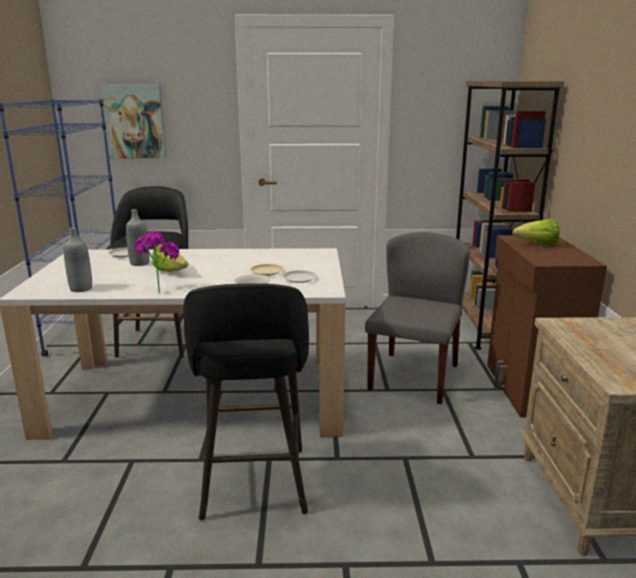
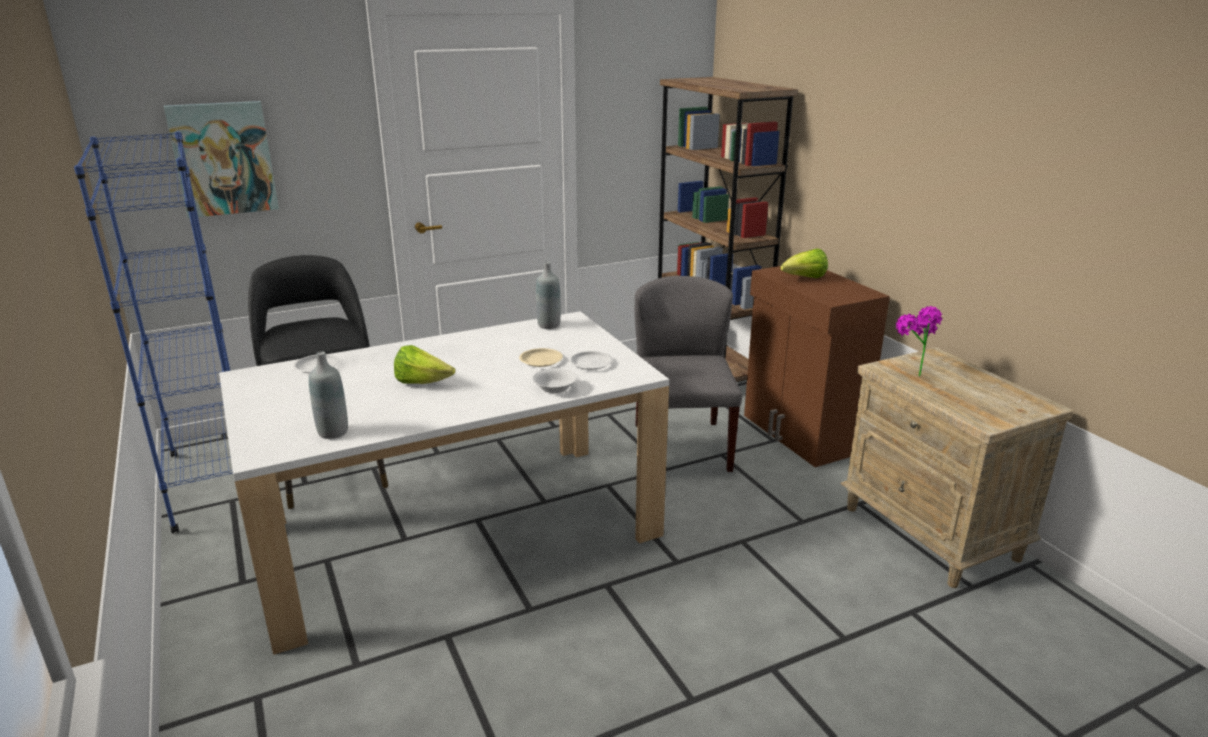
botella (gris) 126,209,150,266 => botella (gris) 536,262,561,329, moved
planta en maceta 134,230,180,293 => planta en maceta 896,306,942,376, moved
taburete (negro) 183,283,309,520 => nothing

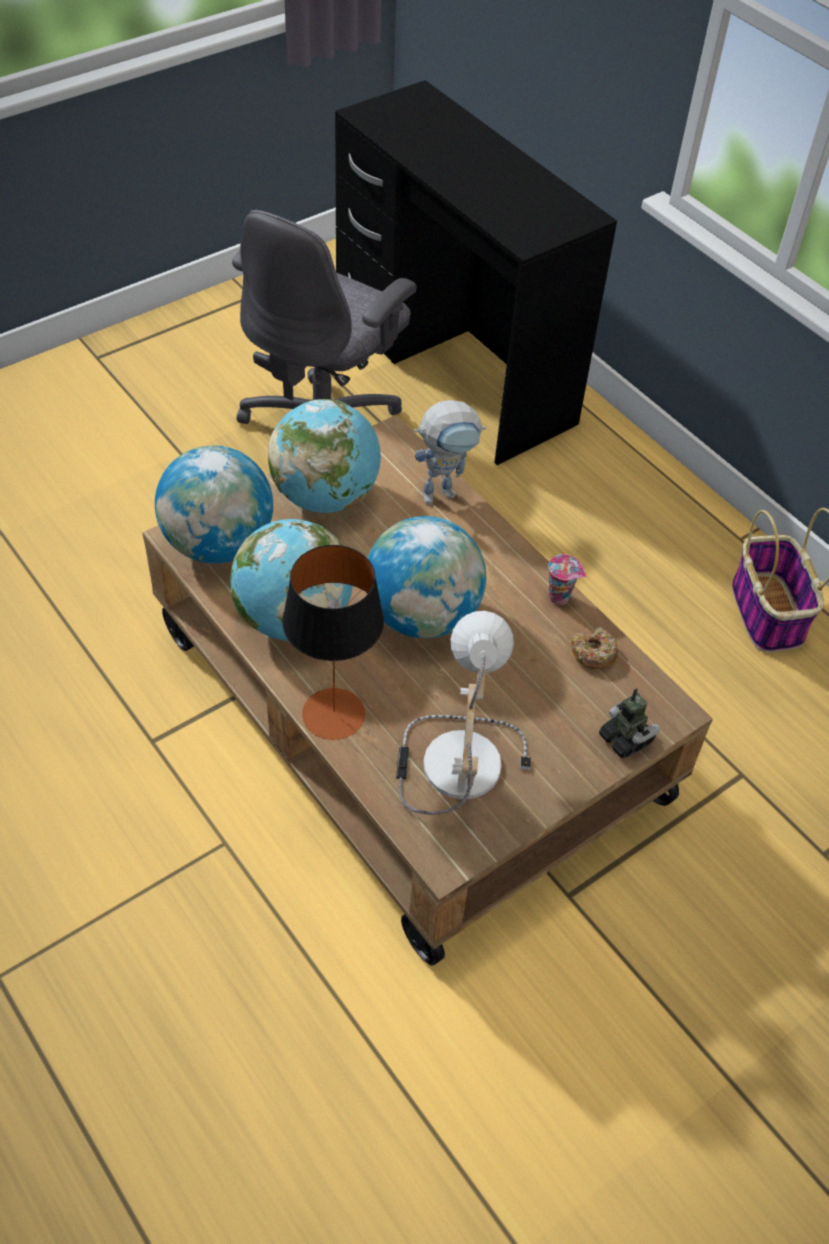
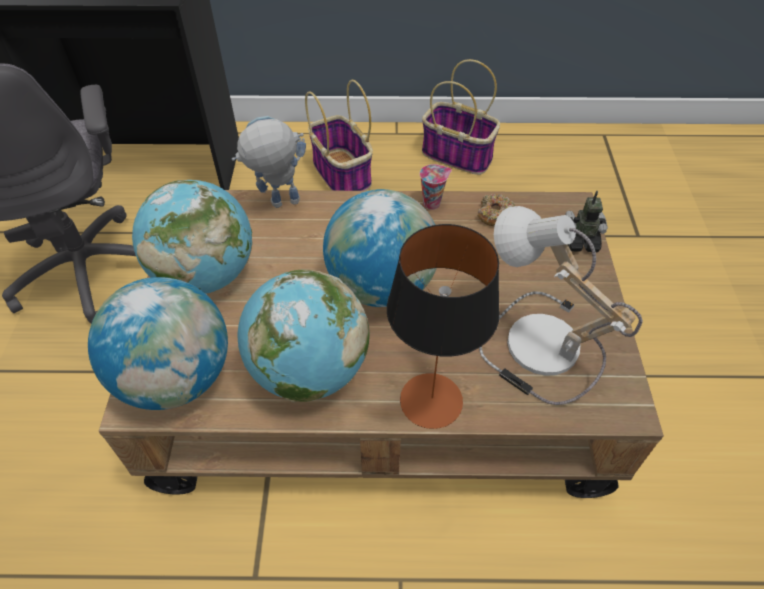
robot de juguete 414,400,486,505 => robot de juguete 232,116,306,208, 120 degrees counterclockwise
nothing => cesta 305,80,373,191

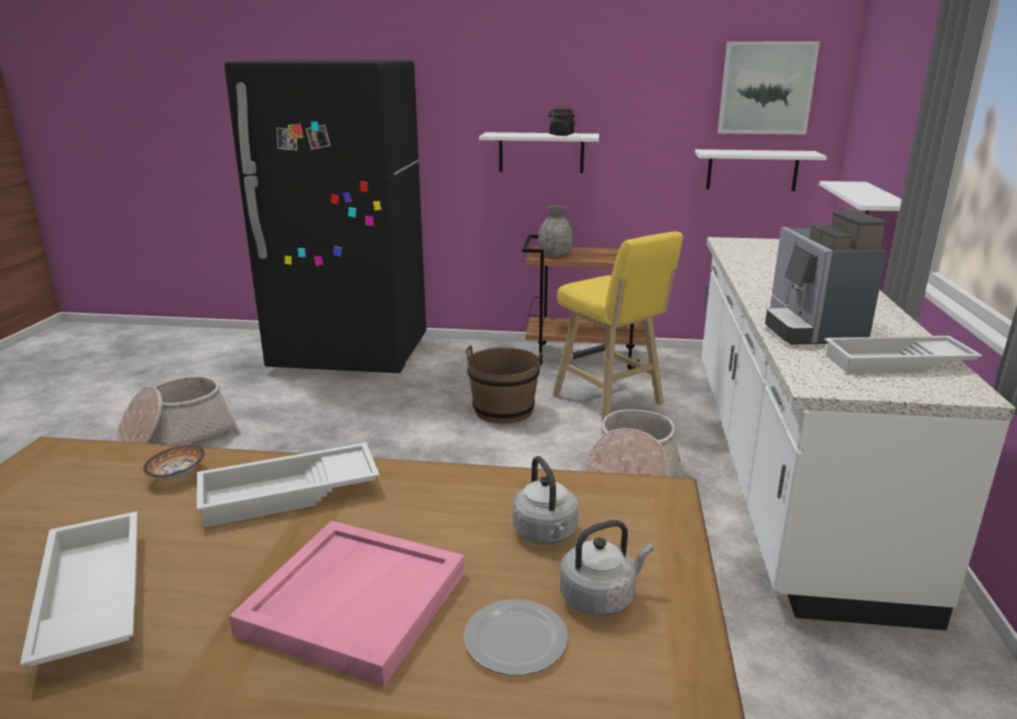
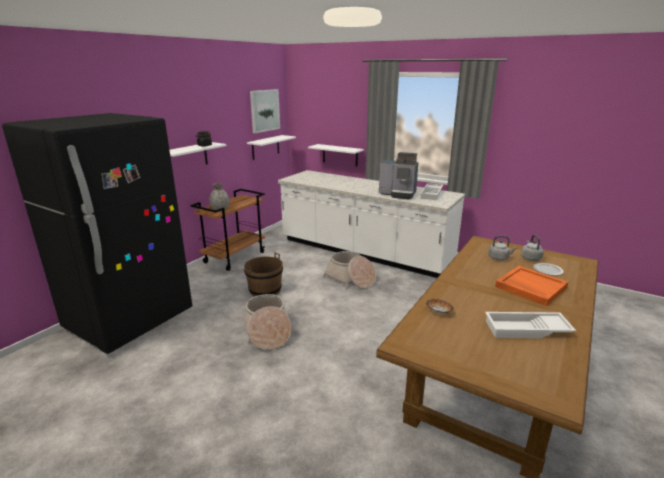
cesta 117,376,241,446 => cesta 243,294,291,350, moved
bandeja (rosa) 229,521,465,687 => bandeja (naranja) 495,266,568,306
bandeja (blanco) 197,443,380,527 => nothing
taburete (amarillo) 553,232,683,421 => nothing

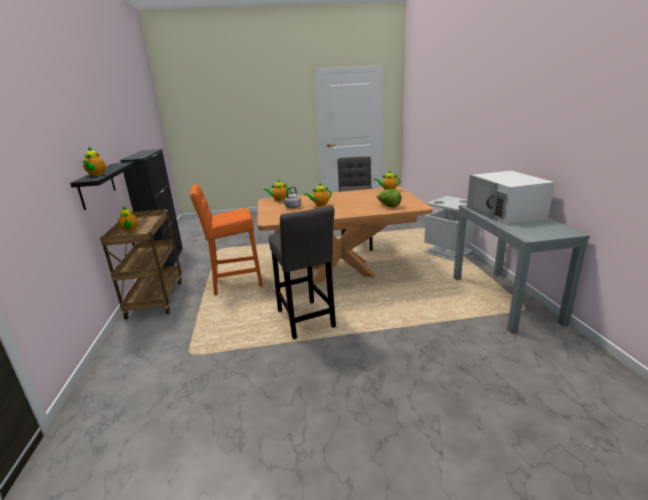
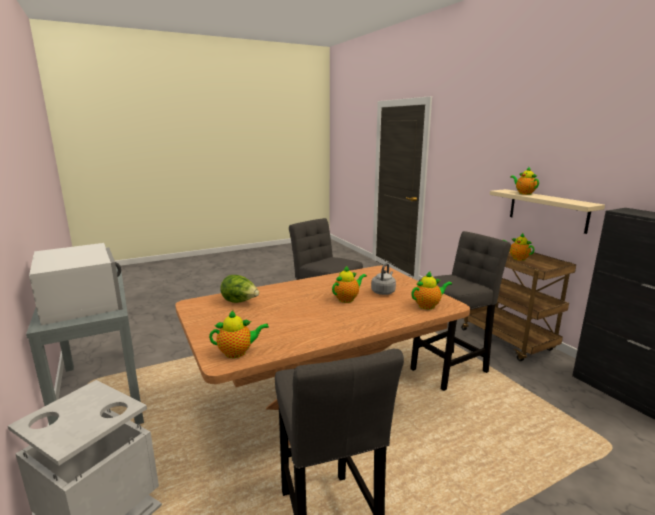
taburete (naranja) 190,184,263,295 => taburete (gris) 410,231,511,391
estante (negro) 70,162,134,210 => estante (beis) 490,189,605,234

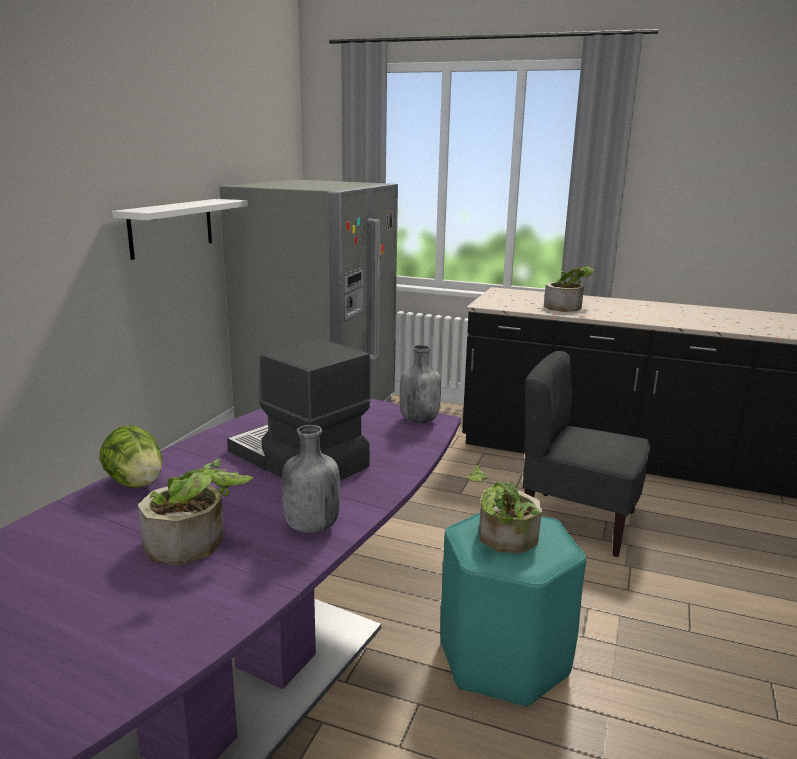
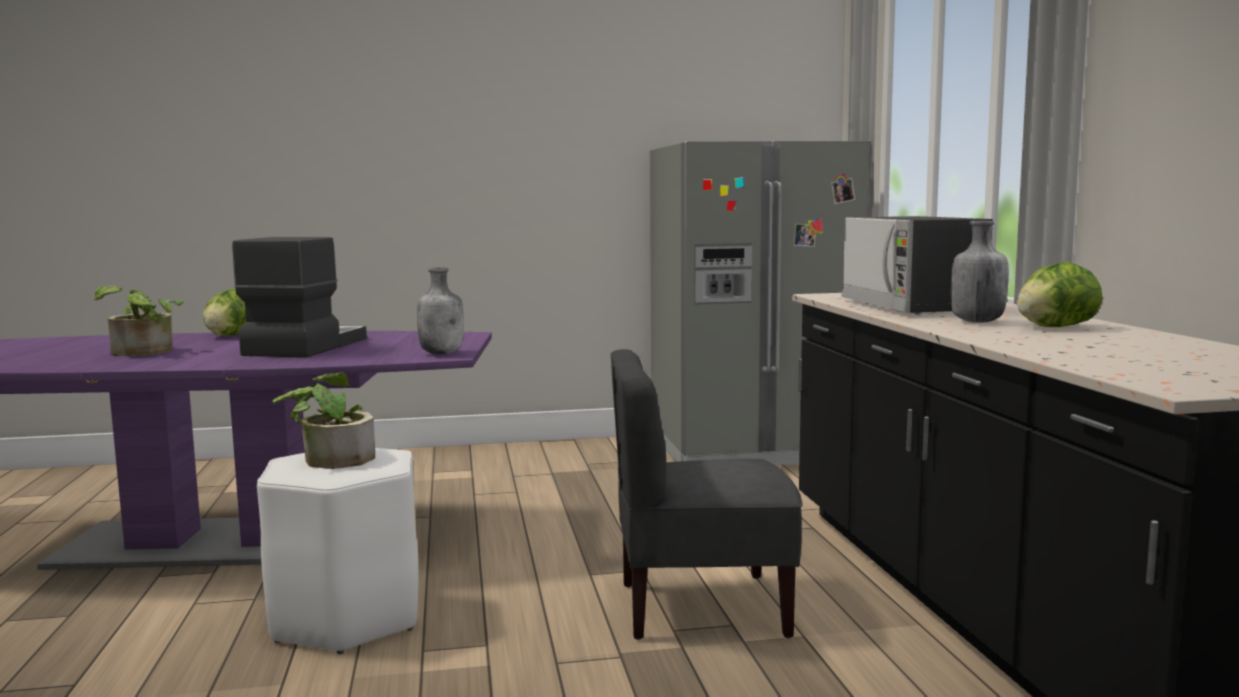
taburete (turquesa) 440,513,586,707 => taburete (blanco) 257,448,419,654
silla (gris) 523,351,650,557 => silla (gris) 611,349,803,640, 90 degrees counterclockwise
planta en maceta 544,266,594,312 => microondas 842,216,993,315
botella (gris) 282,425,340,533 => botella (gris) 951,221,1009,323, moved
nothing => lechuga 1017,262,1103,327
estante (blanco) 112,199,248,260 => nothing

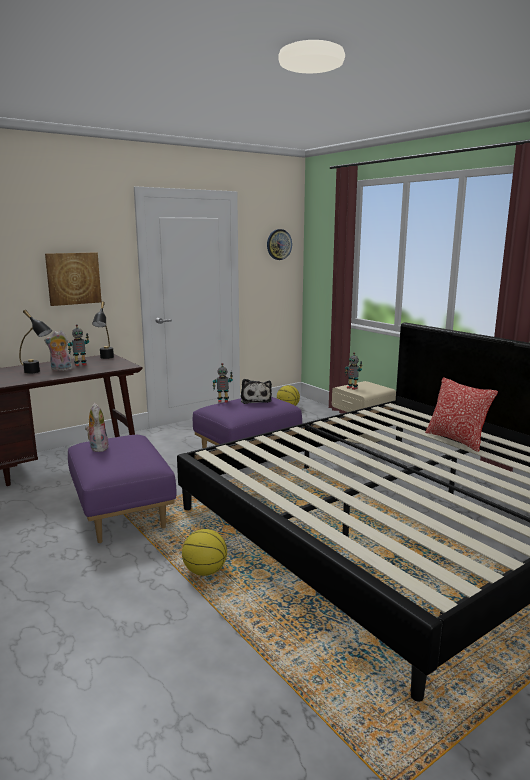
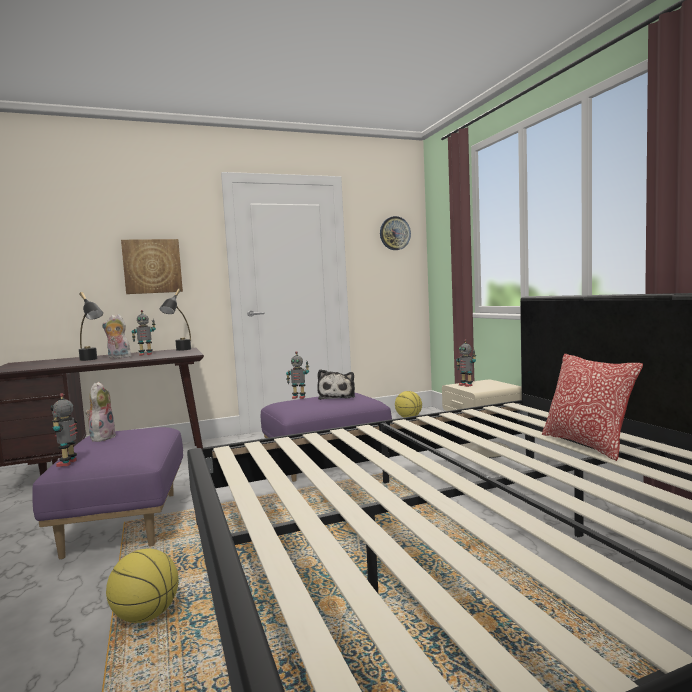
nothing => robot de juguete 51,393,78,467

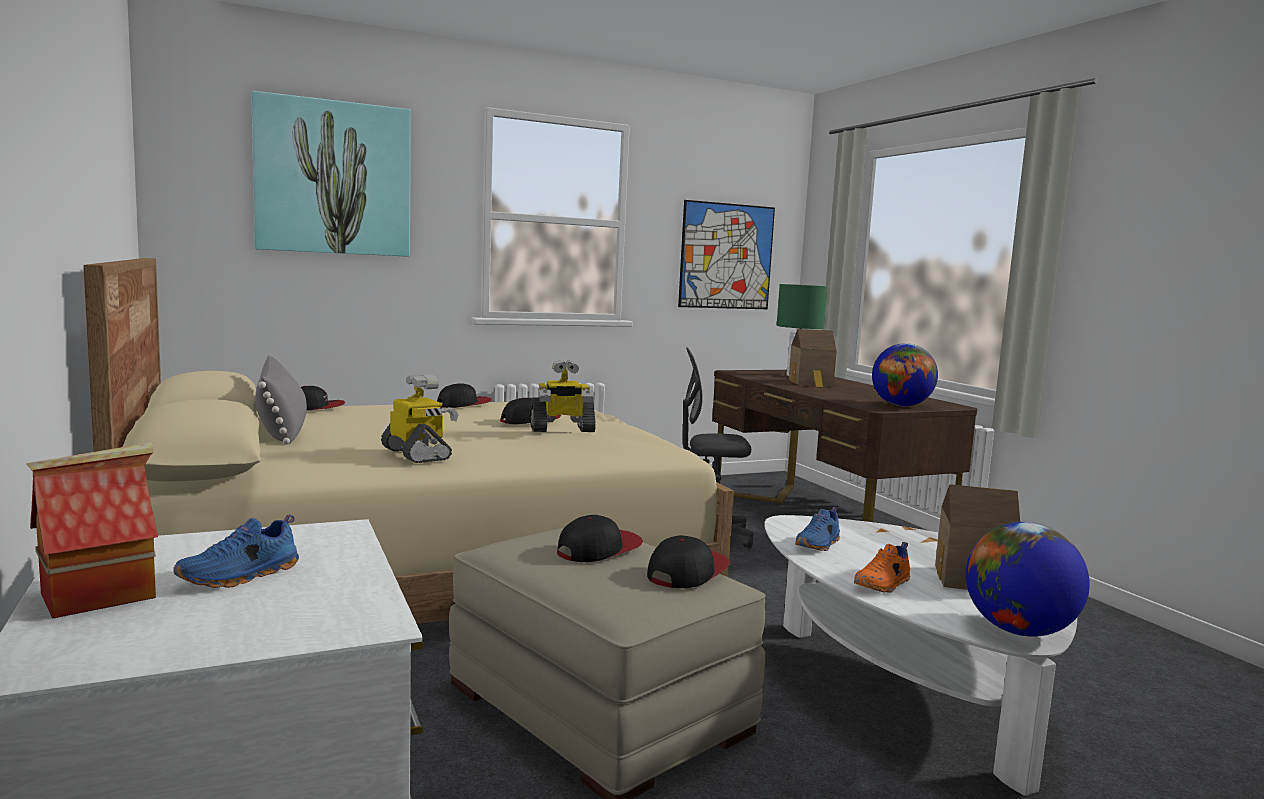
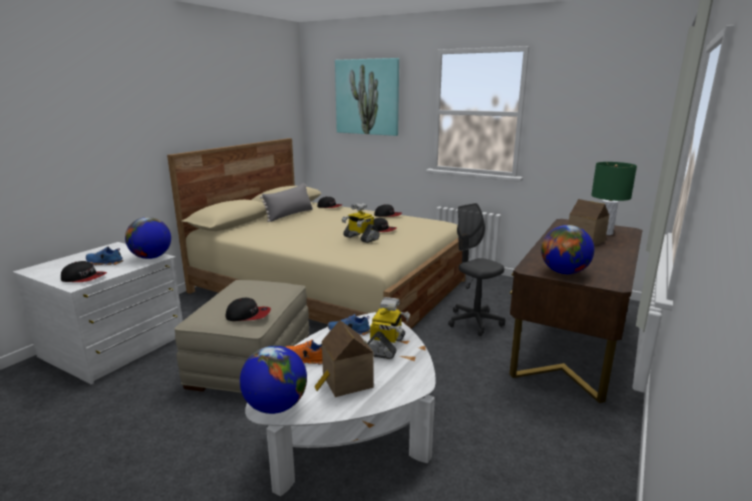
gorra 557,515,643,562 => gorra 61,261,107,282, moved
nothing => globo terráqueo 125,217,171,259
robot de juguete 381,374,458,463 => robot de juguete 367,297,410,359, moved
casita 26,442,158,619 => nothing
cuadro 678,200,775,309 => nothing

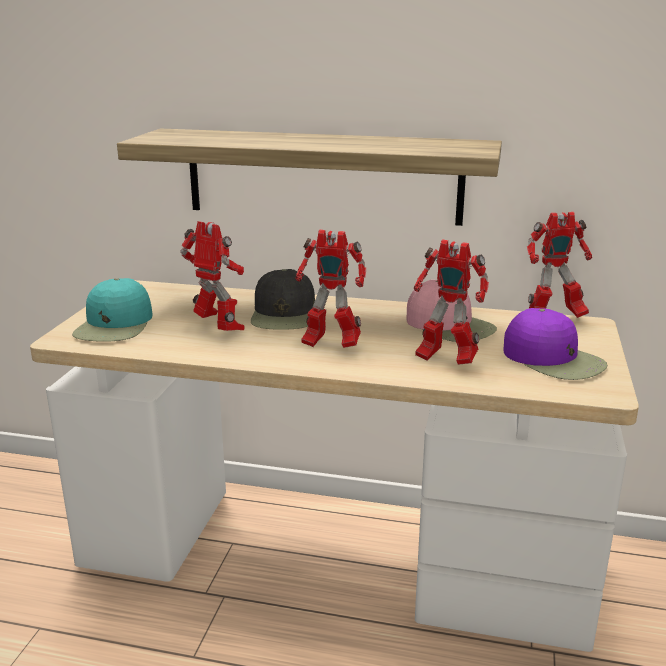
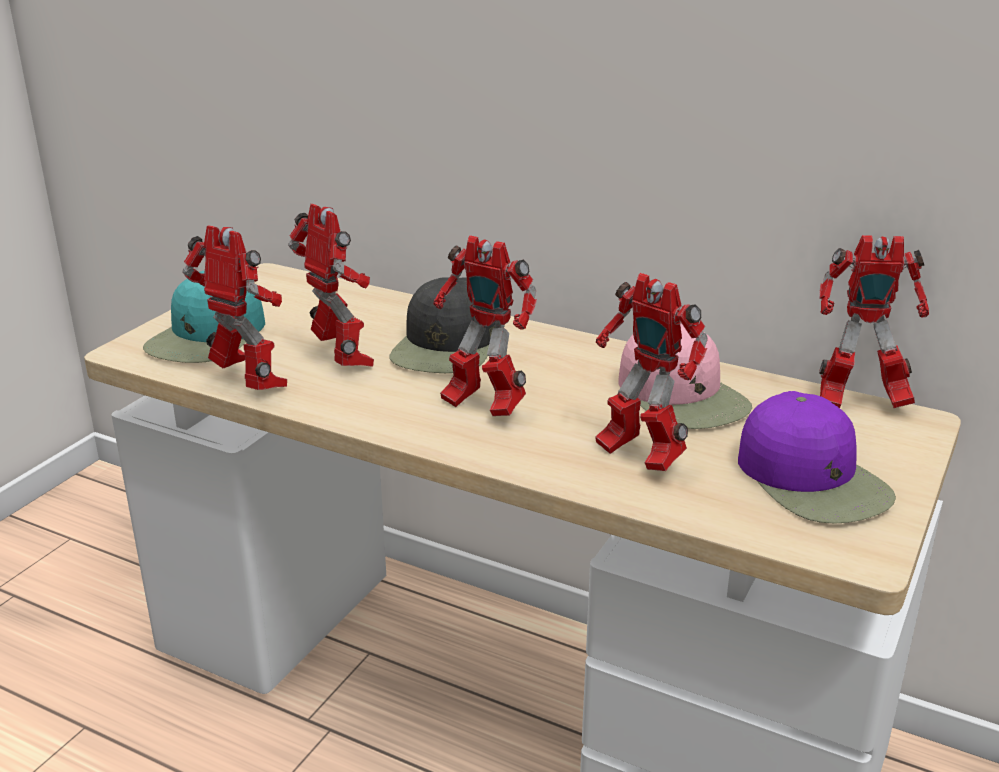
nothing => robot de juguete 182,226,287,390
estante 117,129,502,226 => nothing

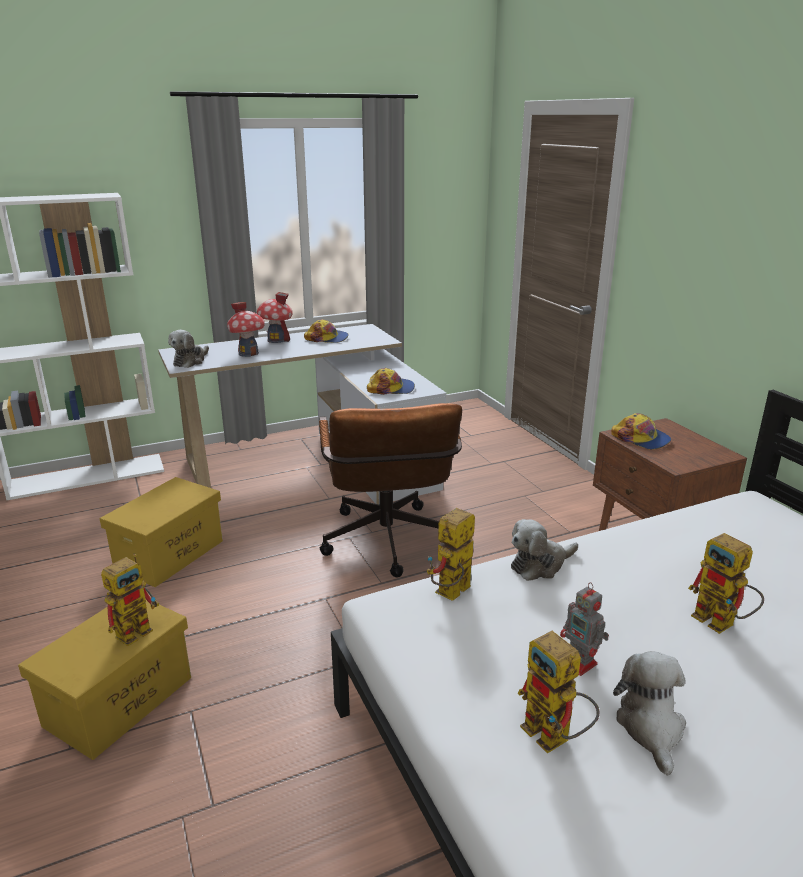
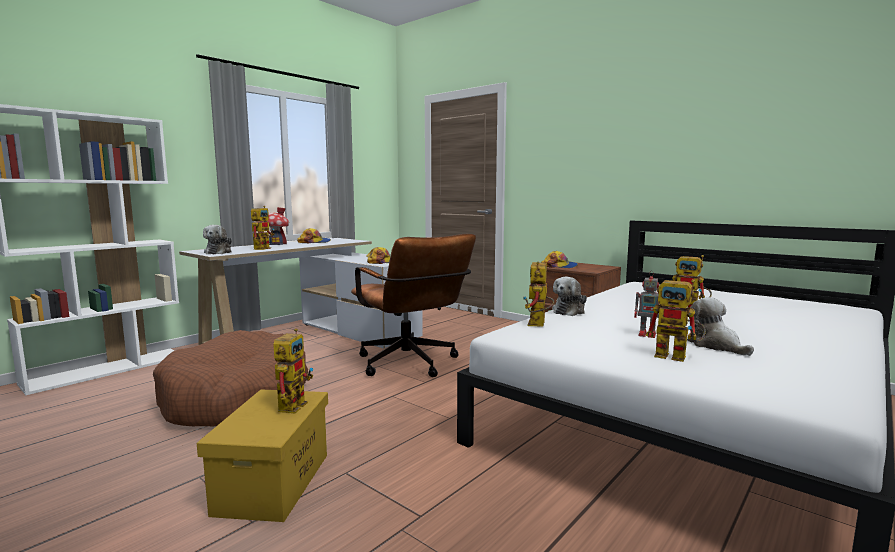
caja de almacenaje (amarillo) 100,477,223,587 => cama para perro (marrón) 153,330,308,426
casita 227,302,265,357 => robot de juguete 251,206,275,250

